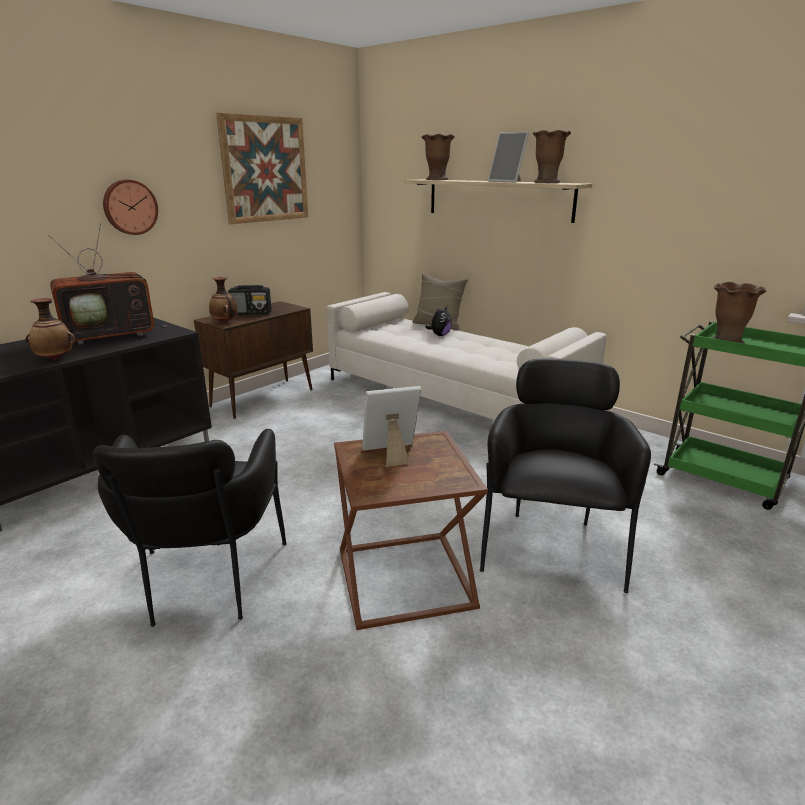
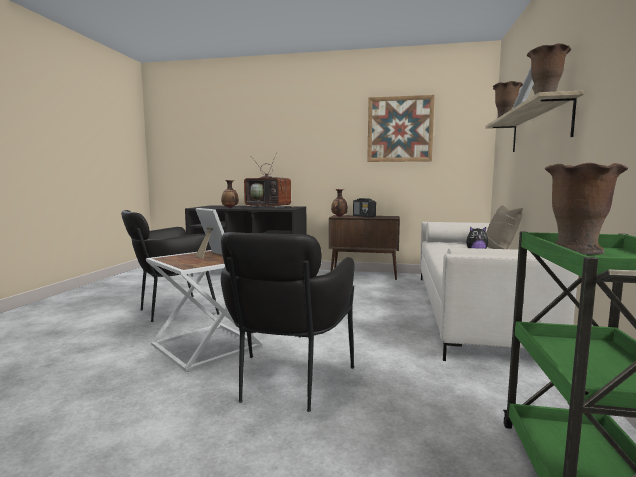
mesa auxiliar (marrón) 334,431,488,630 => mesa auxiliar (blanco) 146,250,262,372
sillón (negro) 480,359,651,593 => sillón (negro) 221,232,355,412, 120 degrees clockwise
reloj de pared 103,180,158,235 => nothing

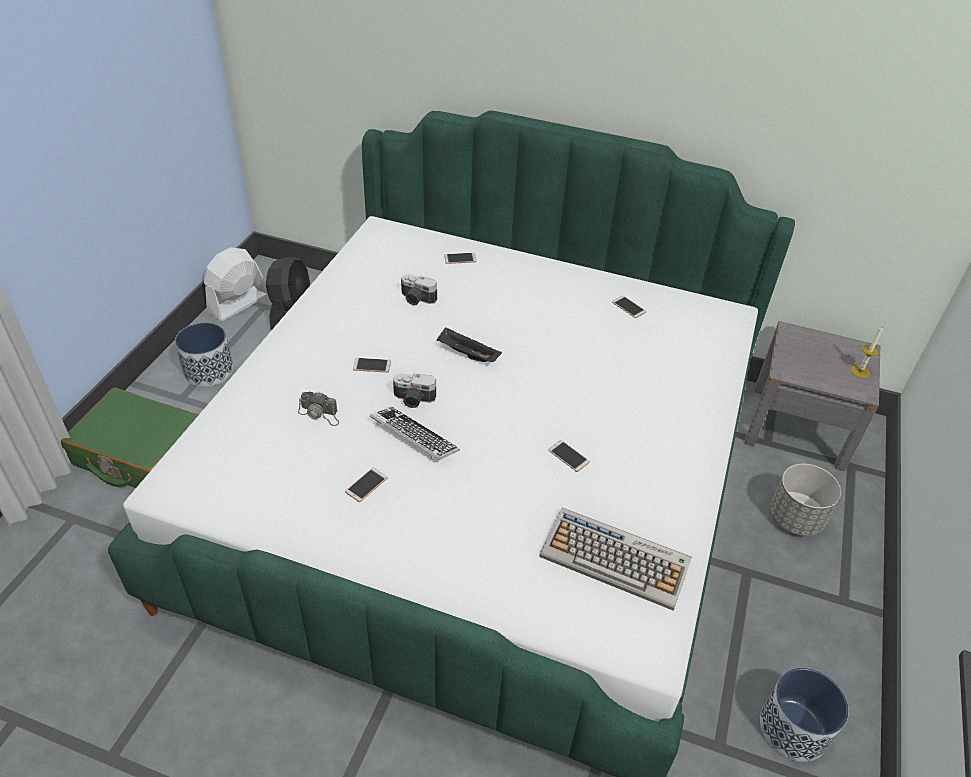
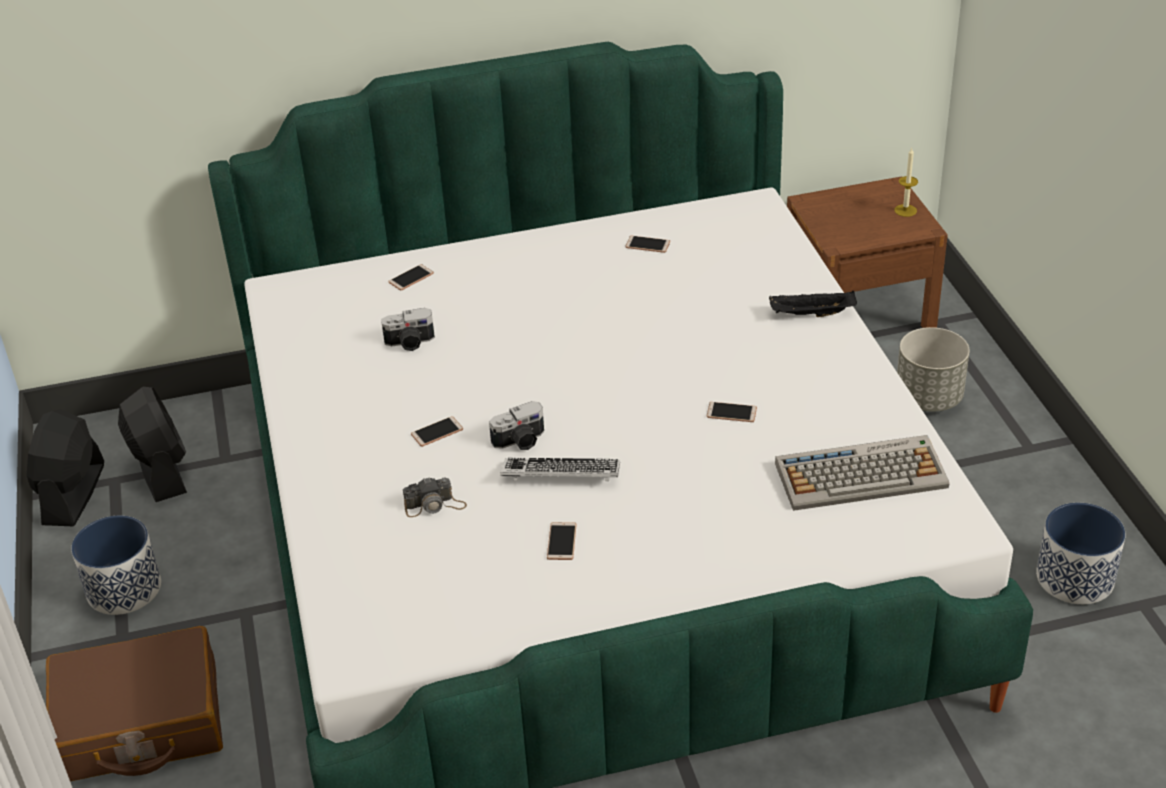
ventilador (blanco) 204,248,268,321 => ventilador (negro) 27,409,104,526
maleta (verde) 61,387,199,488 => maleta (marrón) 46,626,223,781
bandeja (negro) 437,327,502,362 => bandeja (negro) 769,290,857,317, moved
mesita de noche (gris) 744,321,880,471 => mesita de noche (marrón) 787,176,948,328

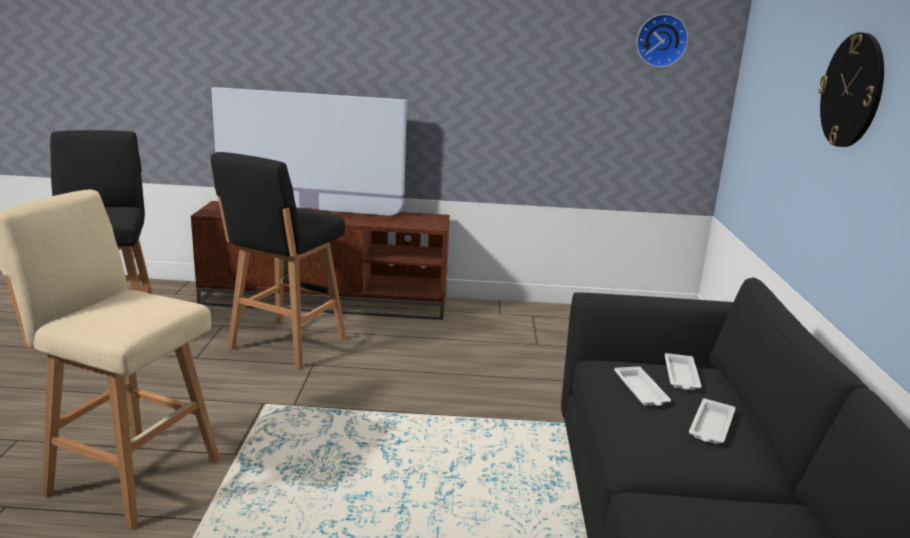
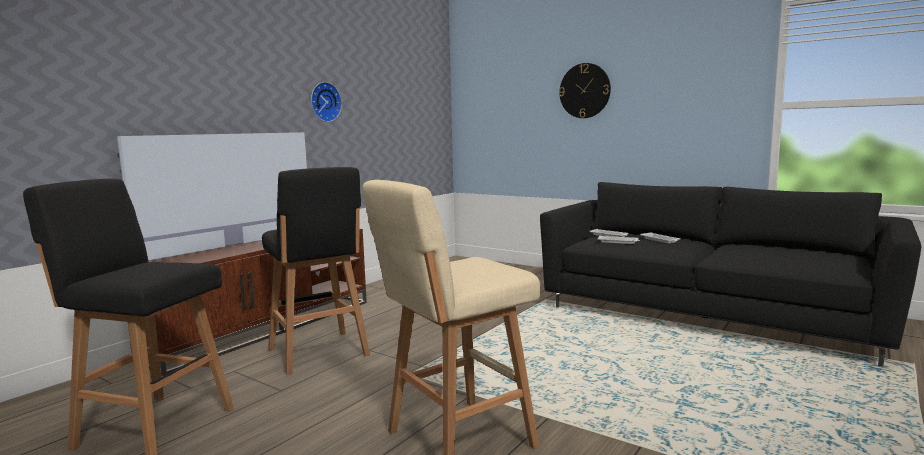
reloj de pared 636,14,688,68 => reloj de pared 311,82,342,122, moved

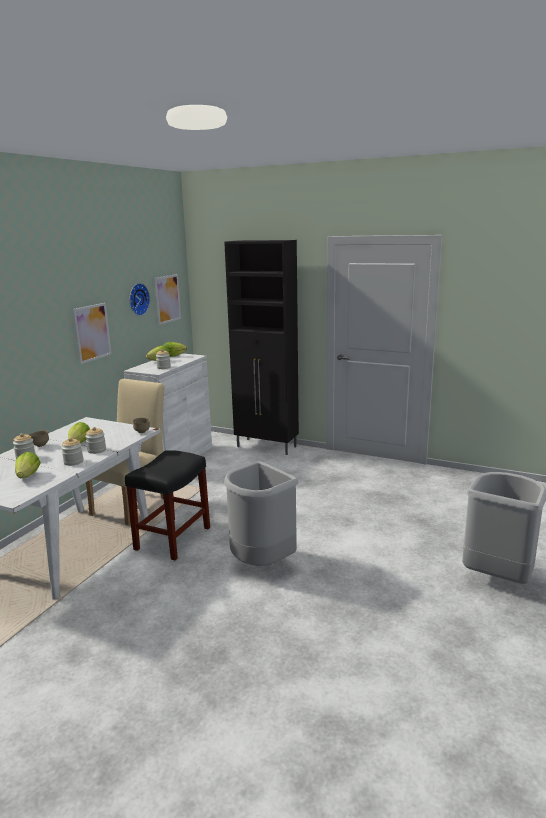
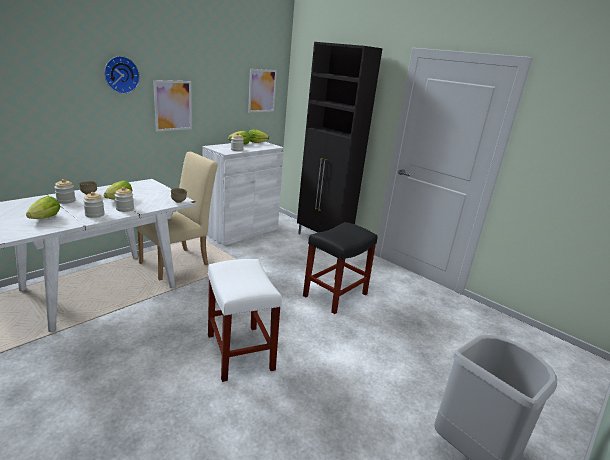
reloj de pared 130,283,150,316 => reloj de pared 104,56,140,94, moved
papelera (gris) 224,461,298,566 => taburete (blanco) 208,259,282,382
taburete (negro) 125,450,210,560 => taburete (negro) 303,222,377,314, moved

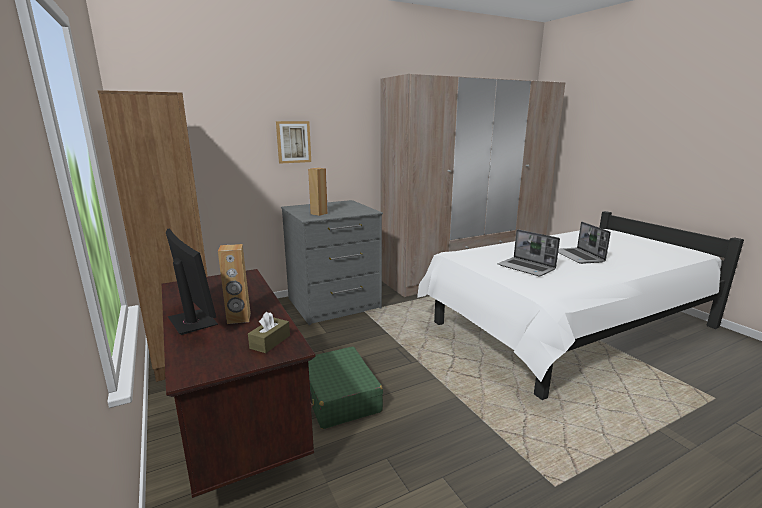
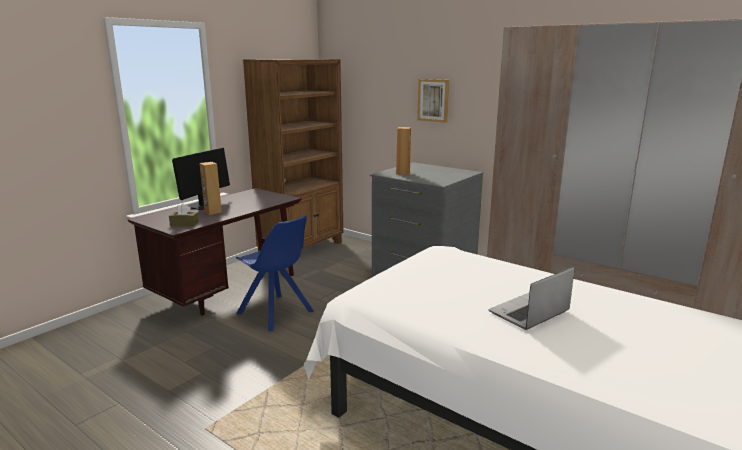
maleta (verde) 308,346,383,429 => silla (azul) 236,215,314,331
portátil 498,229,560,276 => nothing

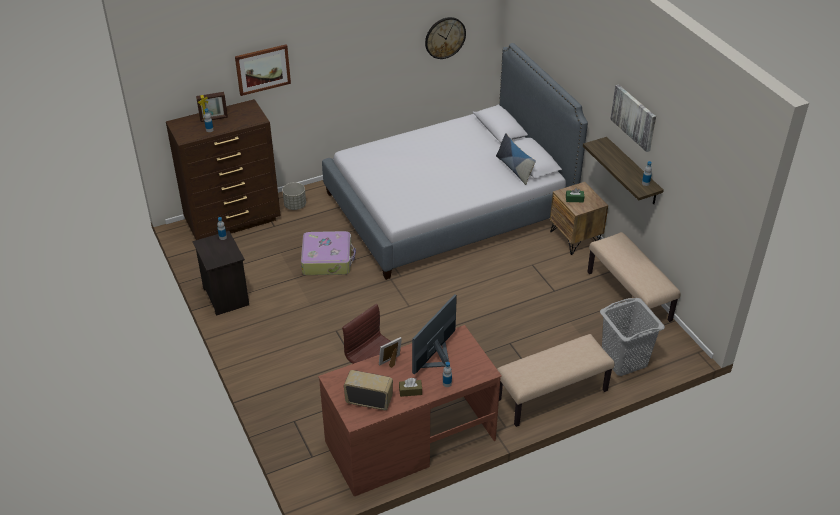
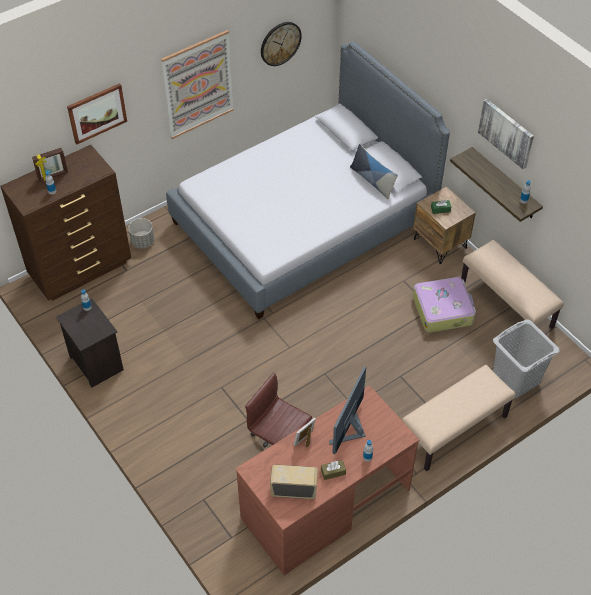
nothing => cuadro 161,30,234,139
maleta 301,231,356,275 => maleta 413,277,476,333, moved

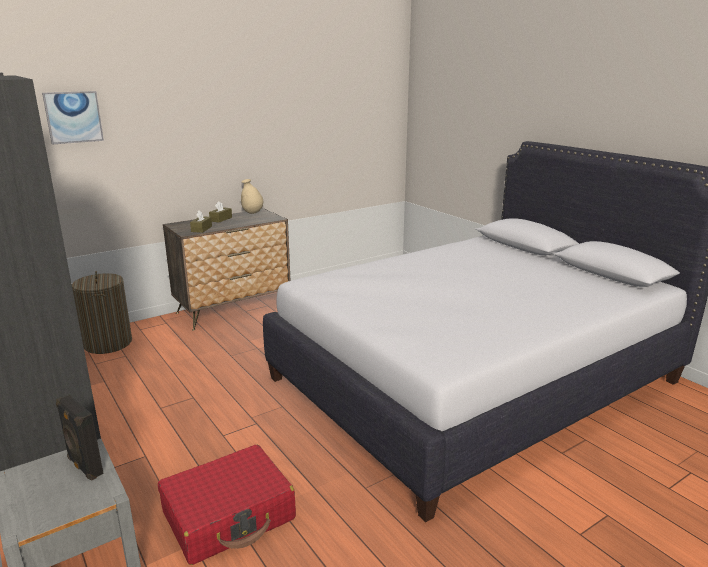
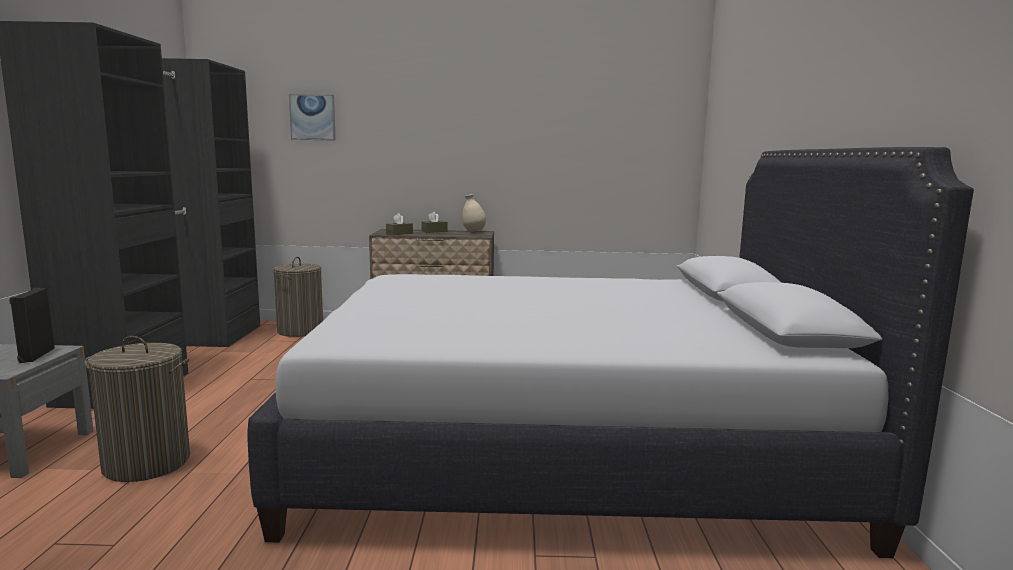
maleta (rojo) 158,445,296,565 => cesto de la ropa 85,336,190,482

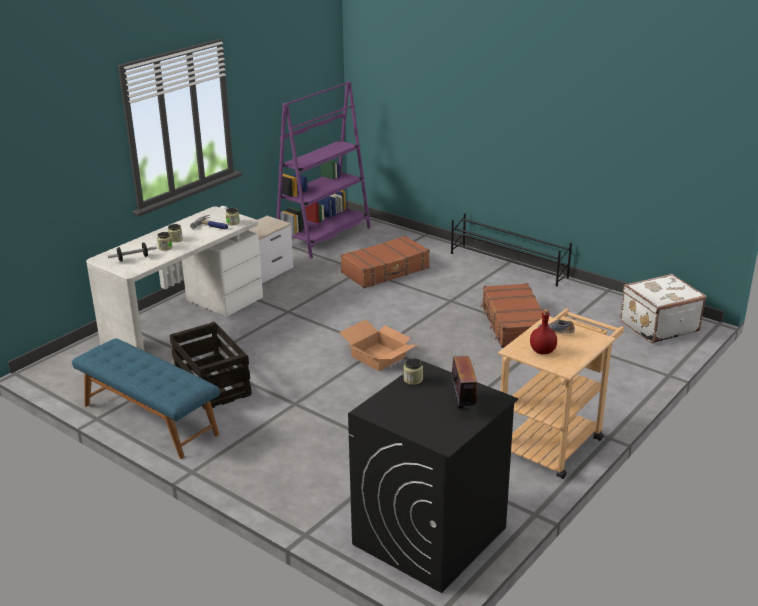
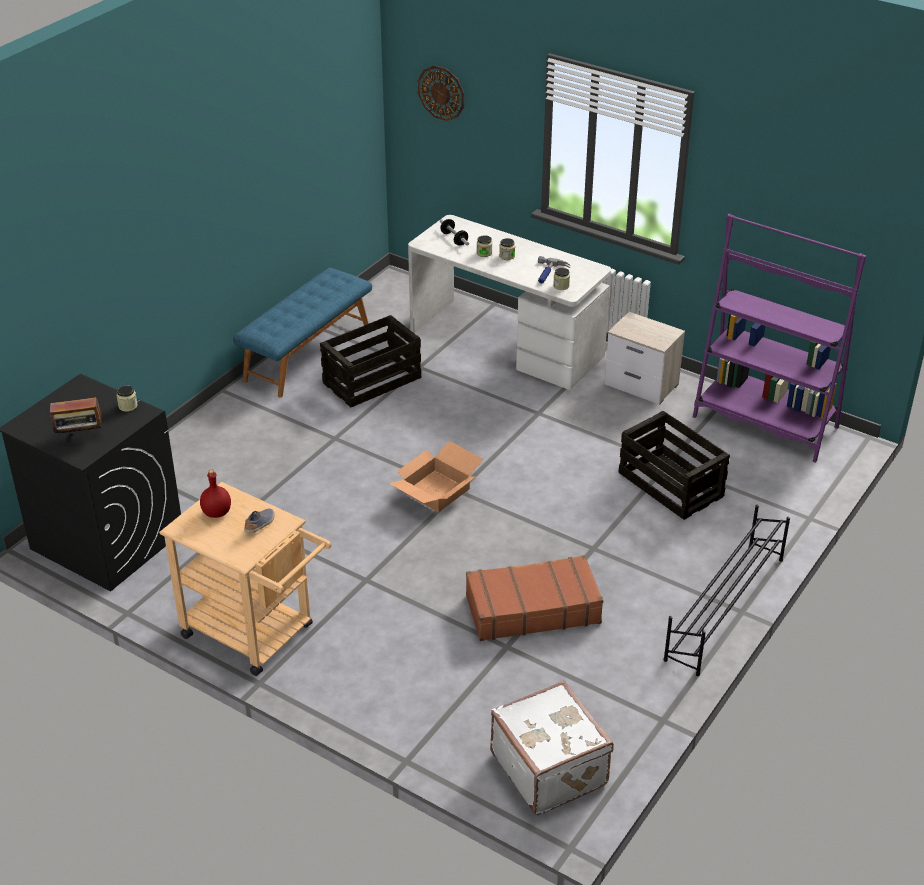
nothing => reloj de pared 418,65,464,121
maleta (marrón) 340,236,430,288 => caja de embalaje 619,411,730,520

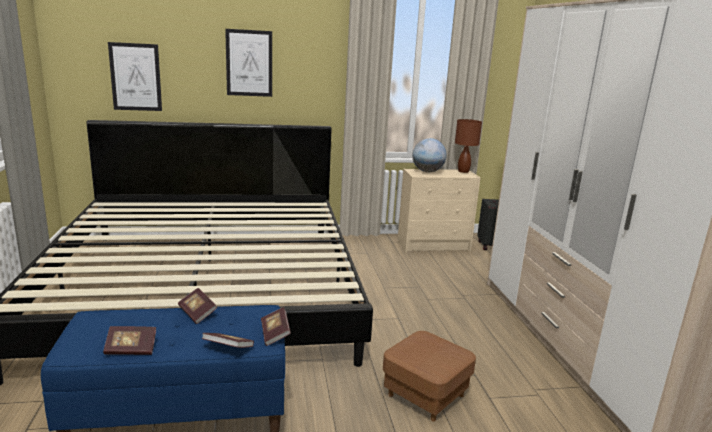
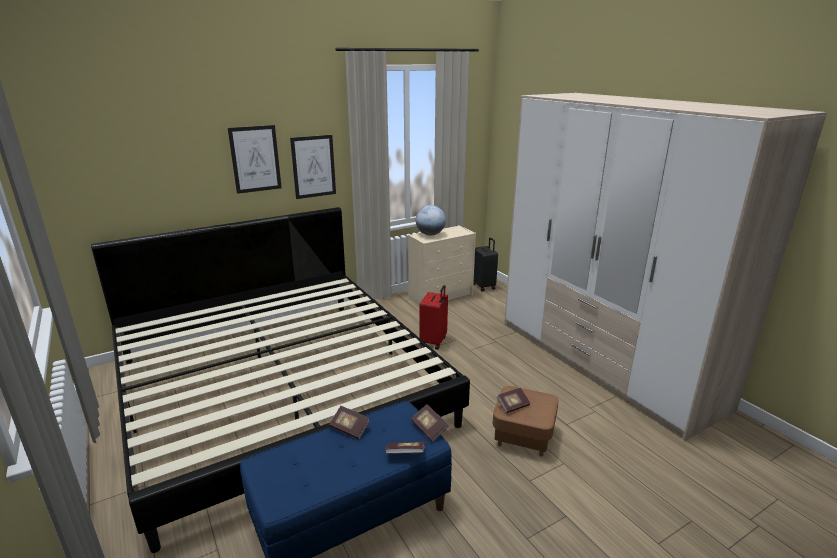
cuadro 108,42,162,111 => cuadro 290,135,336,199, moved
nothing => maleta (rojo) 420,285,448,350
libro 103,326,156,355 => libro 497,388,530,413, moved
lámpara de mesa (marrón) 455,119,482,173 => nothing

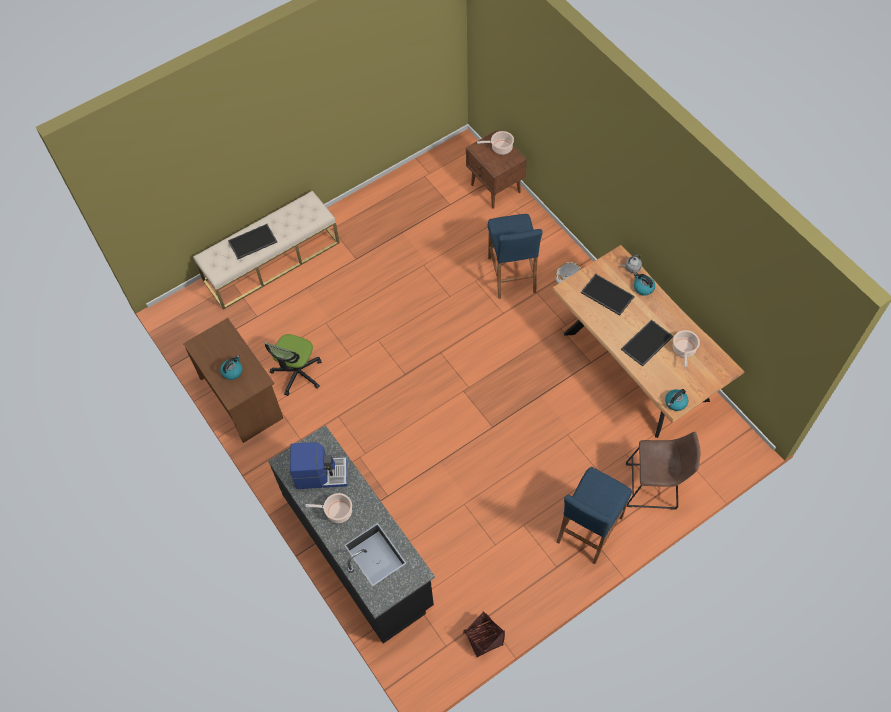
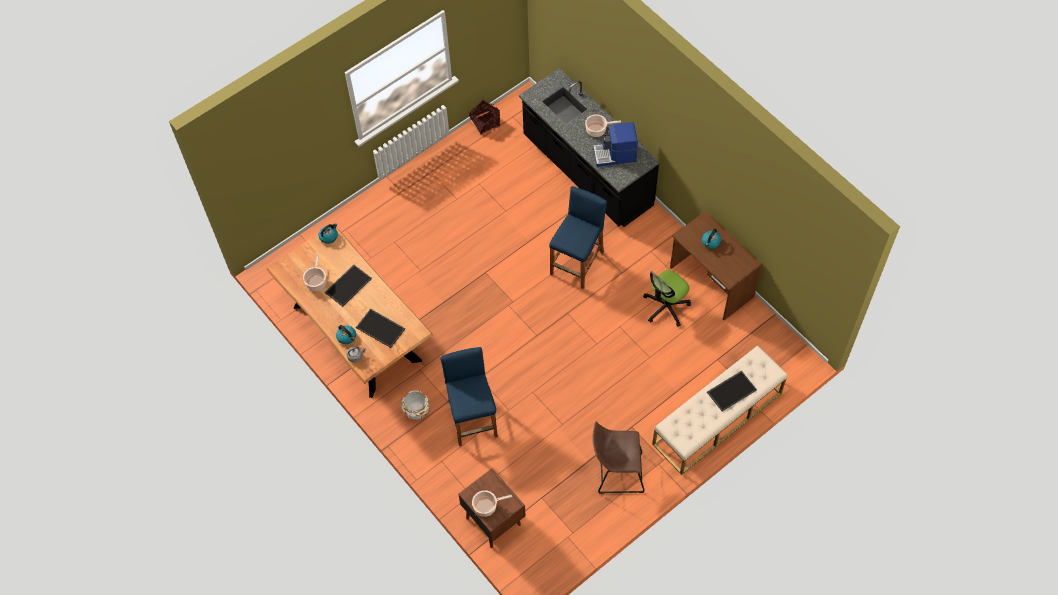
taburete (azul) 556,467,632,564 => taburete (azul) 549,186,607,289, moved
taburete (marrón) 626,432,701,510 => taburete (marrón) 592,422,645,494, moved
silla de oficina 265,334,322,396 => silla de oficina 643,270,691,327, 150 degrees counterclockwise

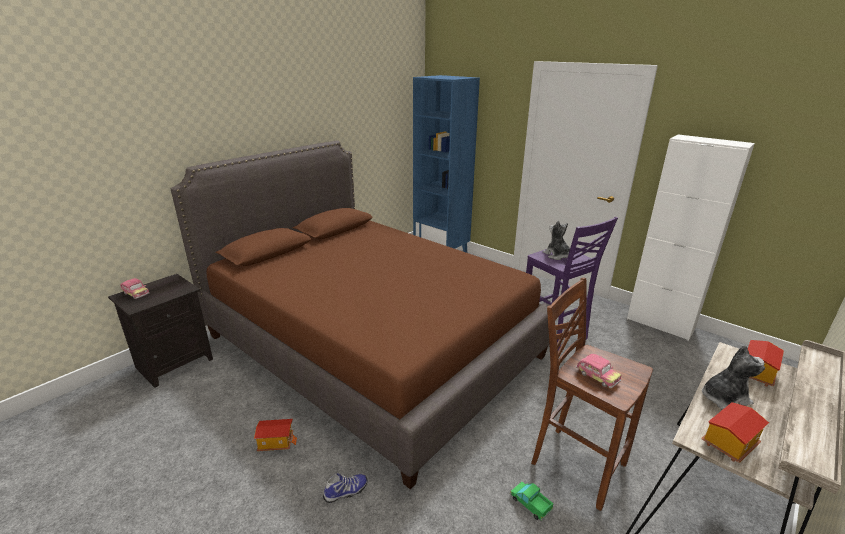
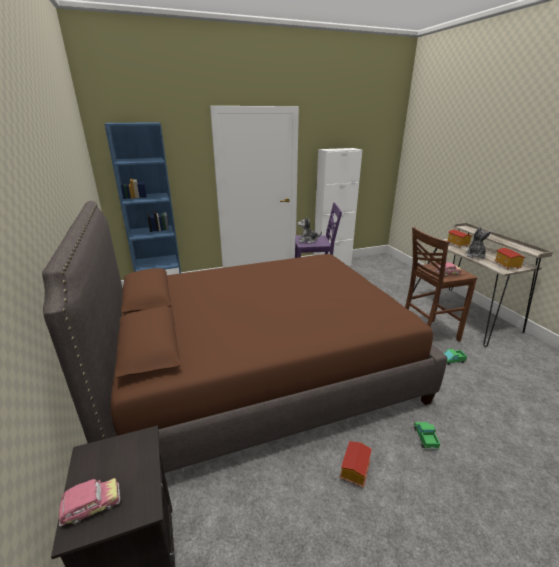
zapato 323,473,367,503 => camión de juguete 414,422,440,450

